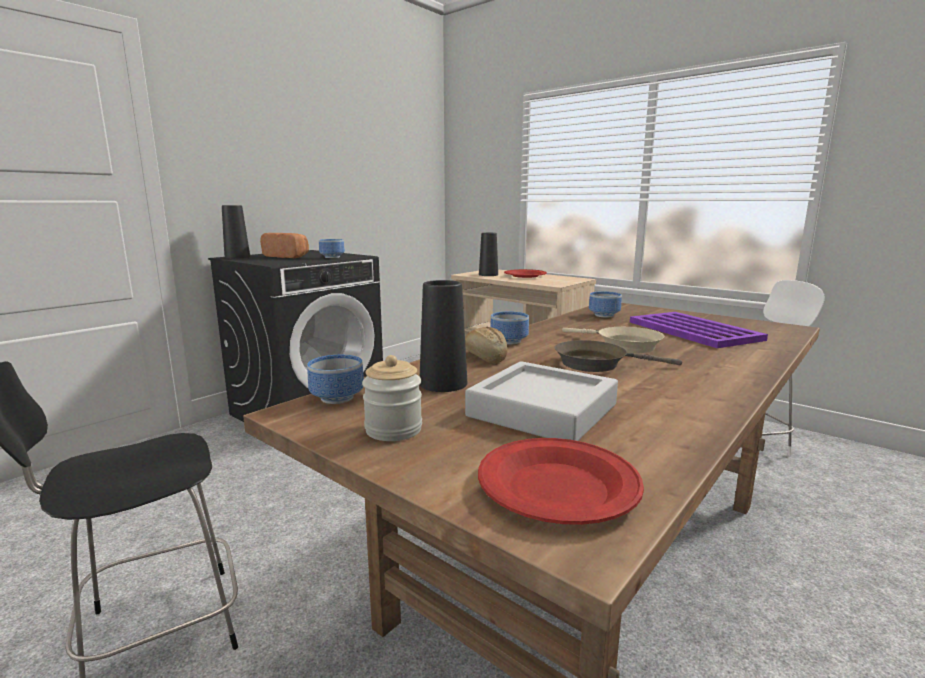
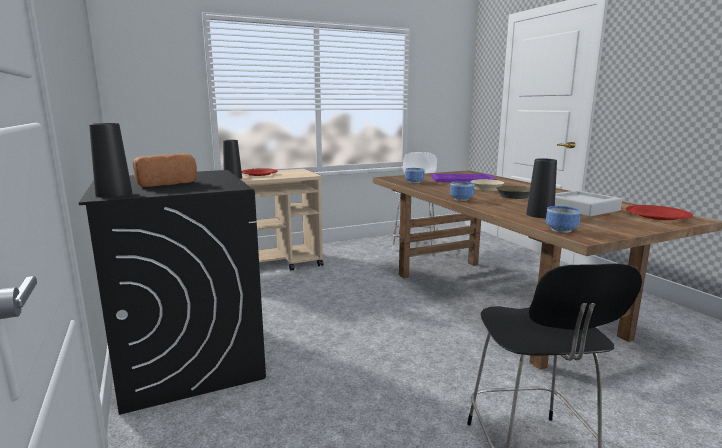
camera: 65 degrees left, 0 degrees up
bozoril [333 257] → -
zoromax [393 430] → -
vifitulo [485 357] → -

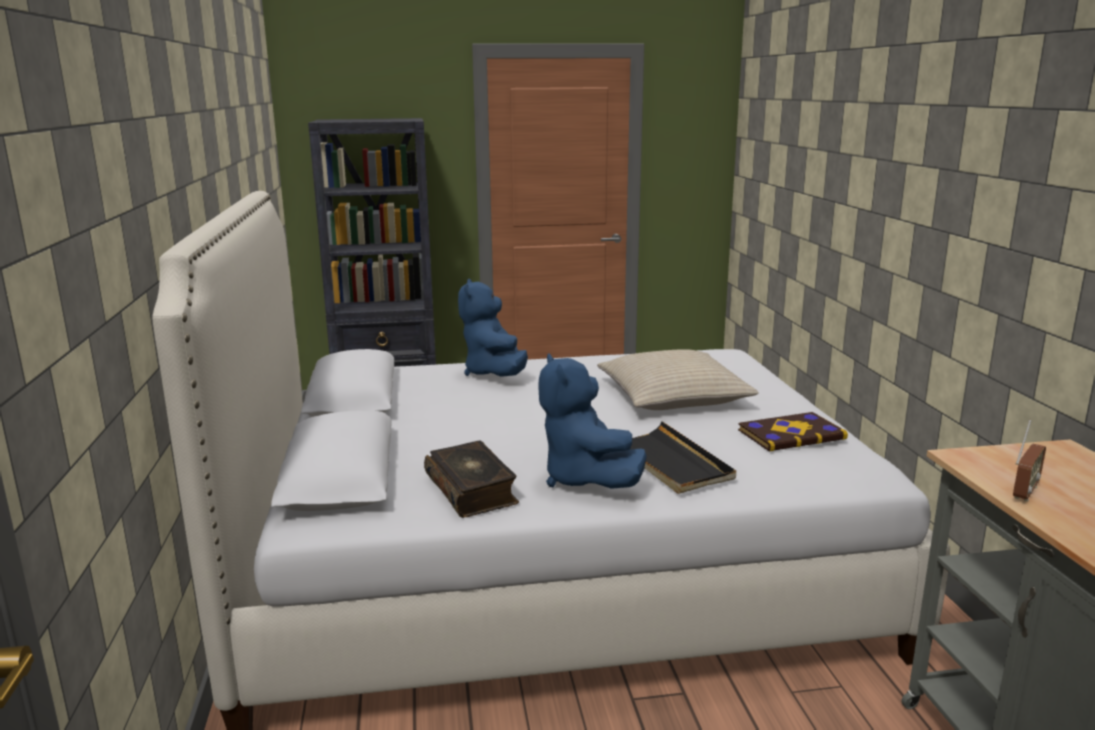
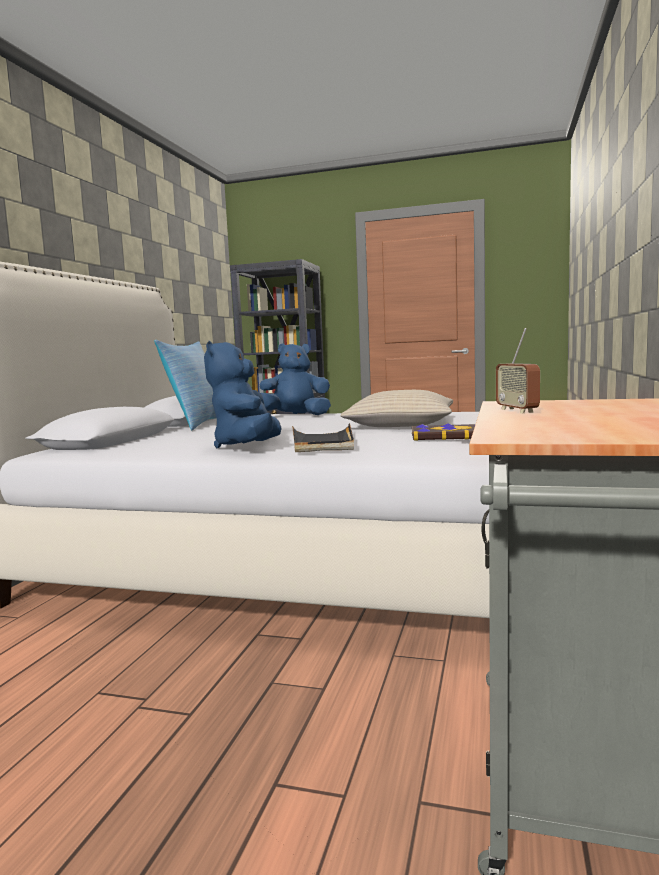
camera: 25 degrees right, 10 degrees down
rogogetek [472 490] → -
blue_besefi [494 373] → blue_besefi [295 416], 75 degrees clockwise
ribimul [1024 492] → ribimul [517 411], 105 degrees clockwise
- → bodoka [197 424]

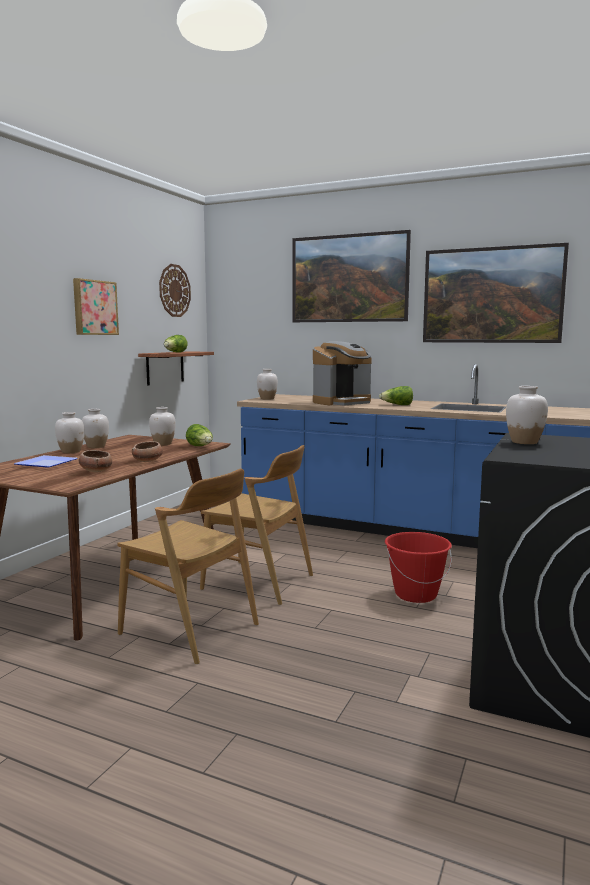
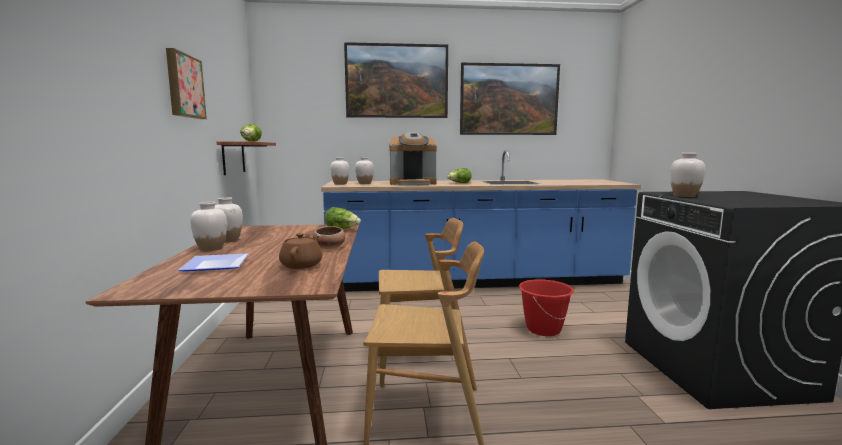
camera: 30 degrees left, 0 degrees up
bozoril [96 471] → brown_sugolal [301 265]
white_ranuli [163 444] → white_ranuli [365 183], relocated
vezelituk [174 290] → -
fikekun [342 402] → fikekun [413 183], 60 degrees clockwise

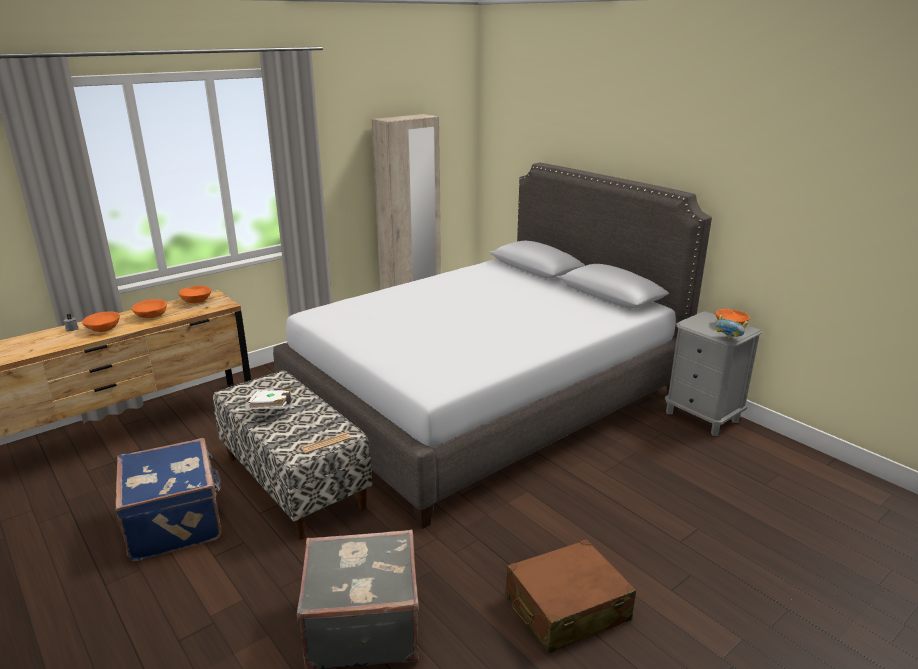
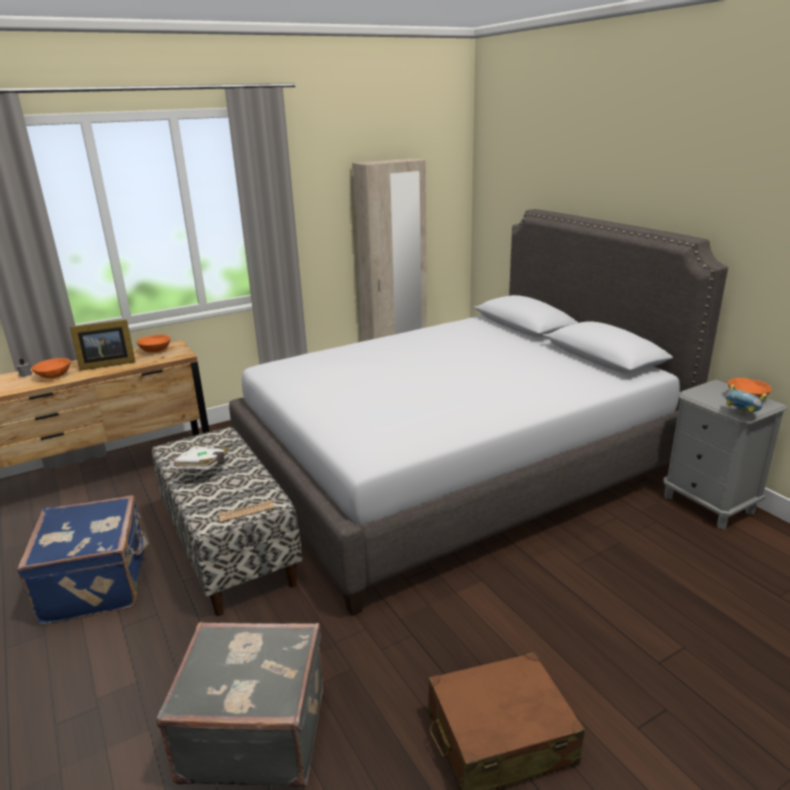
camera: 10 degrees right, 0 degrees up
orange_bozoril [151 316] → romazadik [106 364]

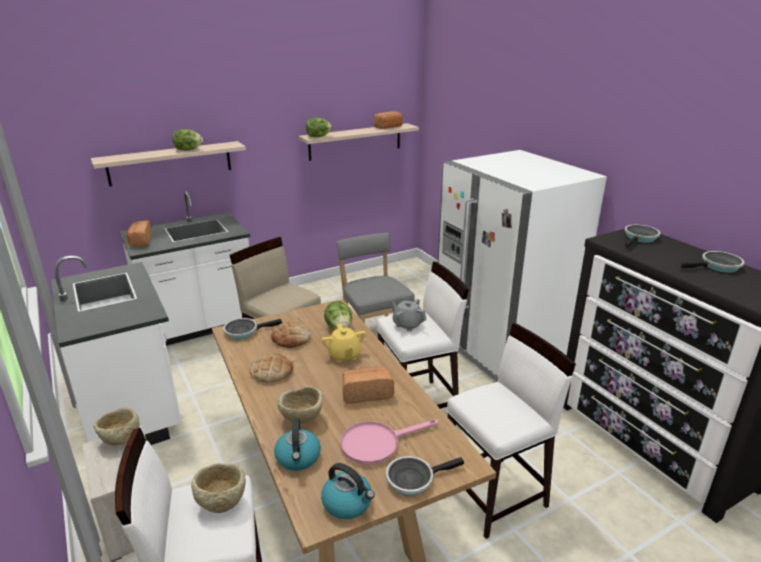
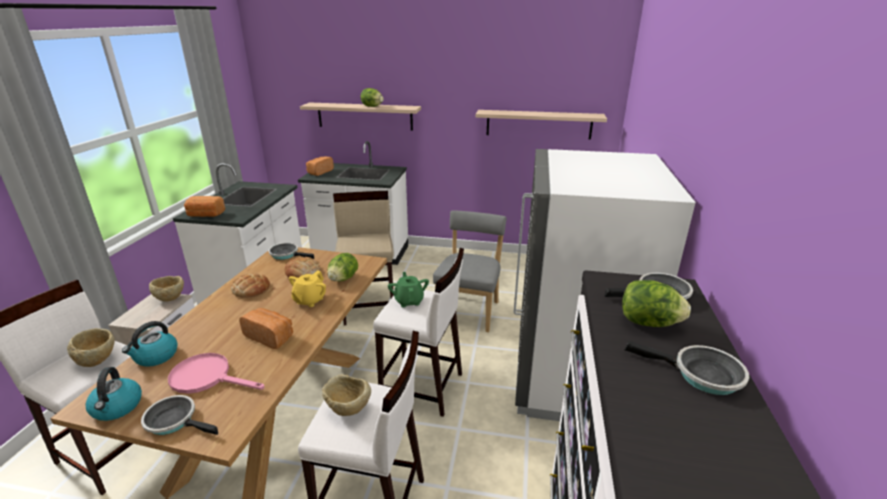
camera: 40 degrees right, 0 degrees up
beige_bozoril [302 419] → beige_bozoril [348 410], relocated
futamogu [318 137] → futamogu [648 323], relocated
vifitulo [389 127] → vifitulo [205 215], relocated
grey_sugolal [407 325] → green_sugolal [409 301]

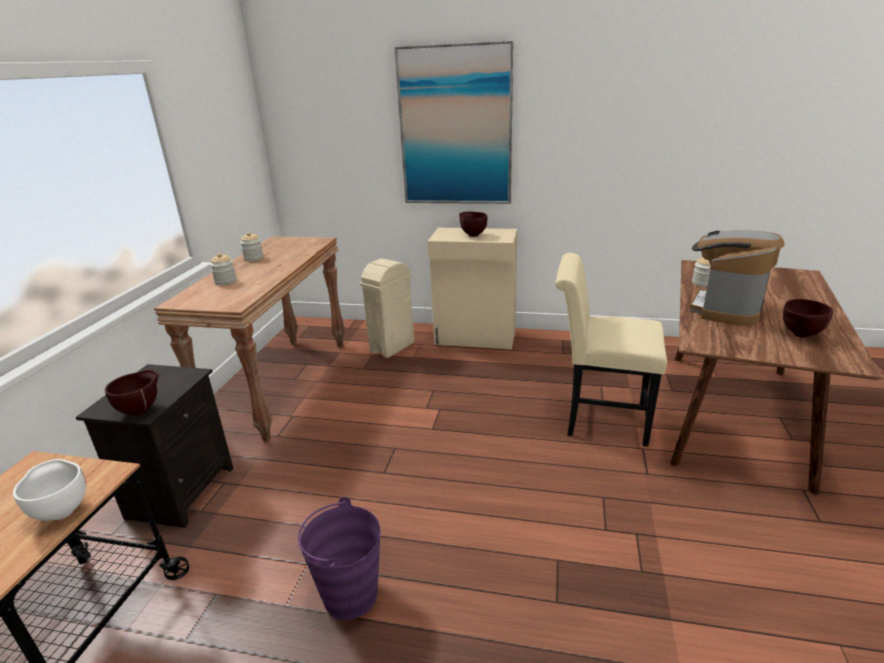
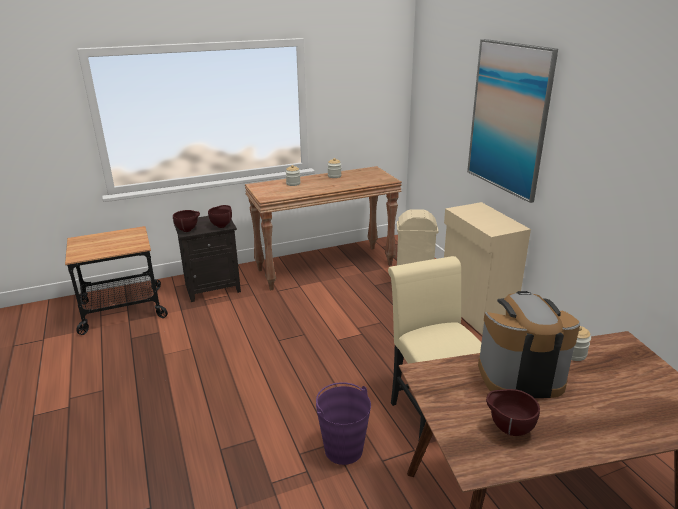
camera: 55 degrees right, 0 degrees up
white_bozoril [62 511] → -
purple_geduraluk [350 595] → purple_geduraluk [343 449], relocated
brown_bozoril [472 235] → brown_bozoril [222 225], relocated

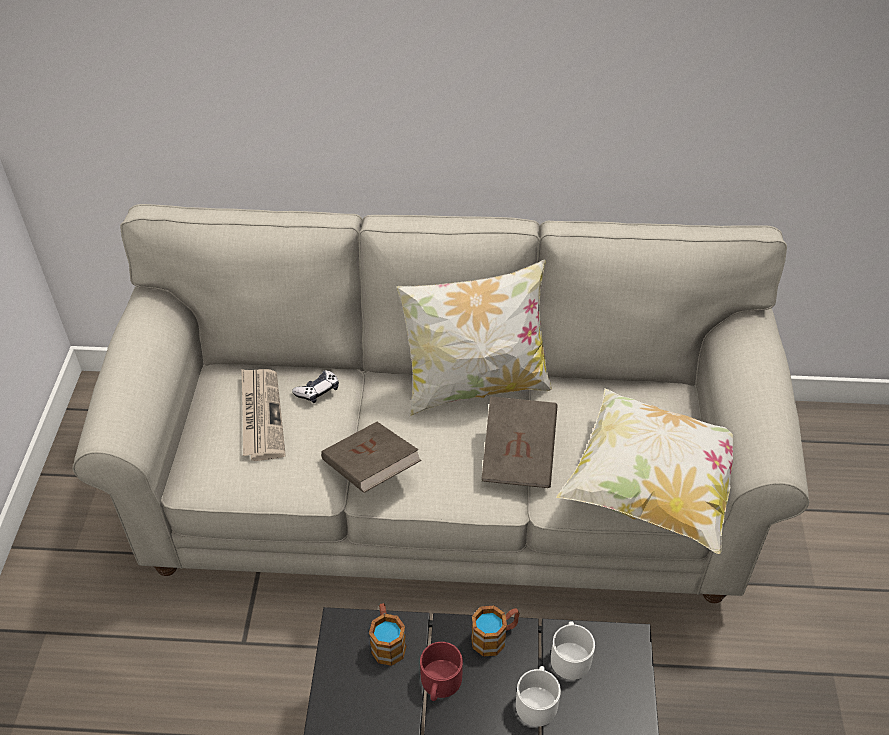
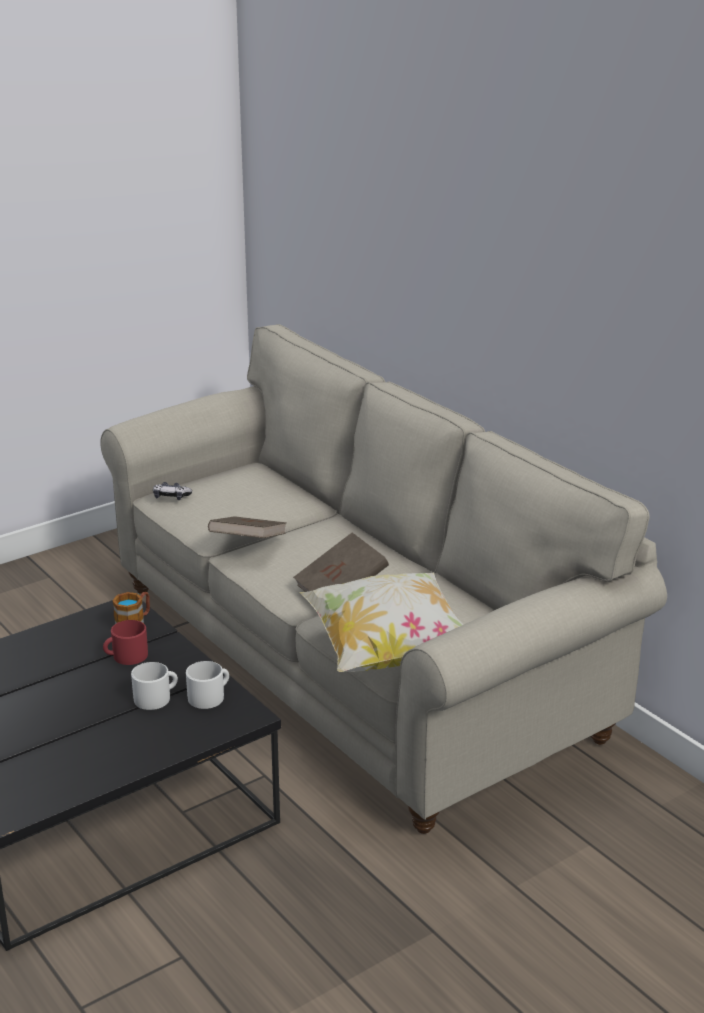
camera: 50 degrees right, 20 degrees down
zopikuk [261 415] → -
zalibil [318 391] → zalibil [171 497], relocated
bodoka [475 386] → -
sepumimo [495 637] → -

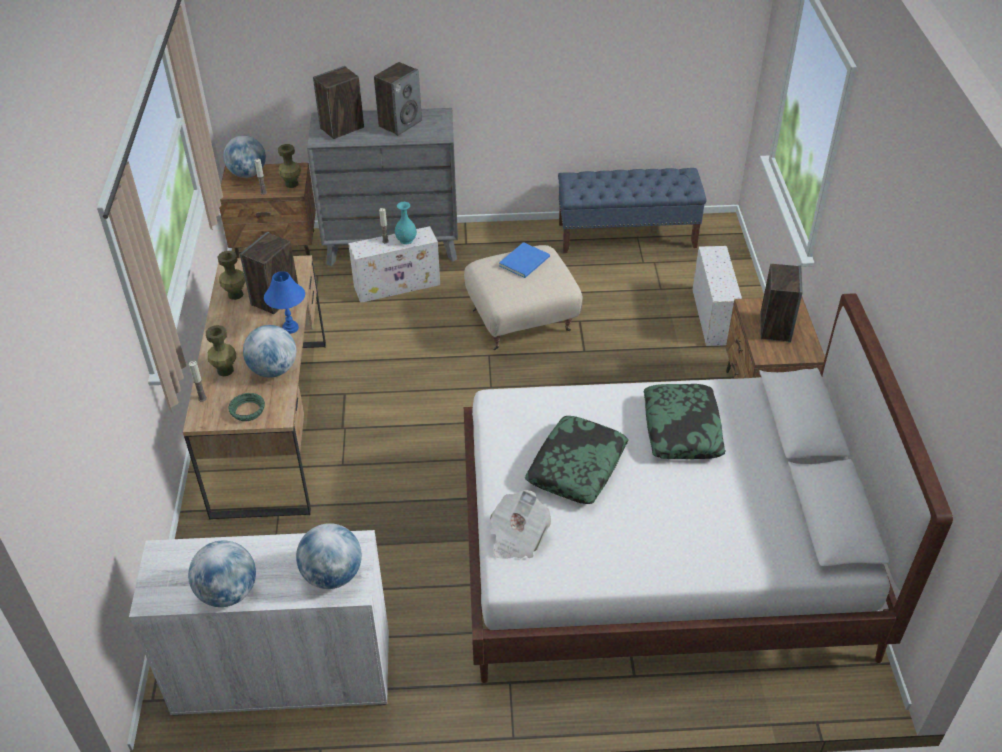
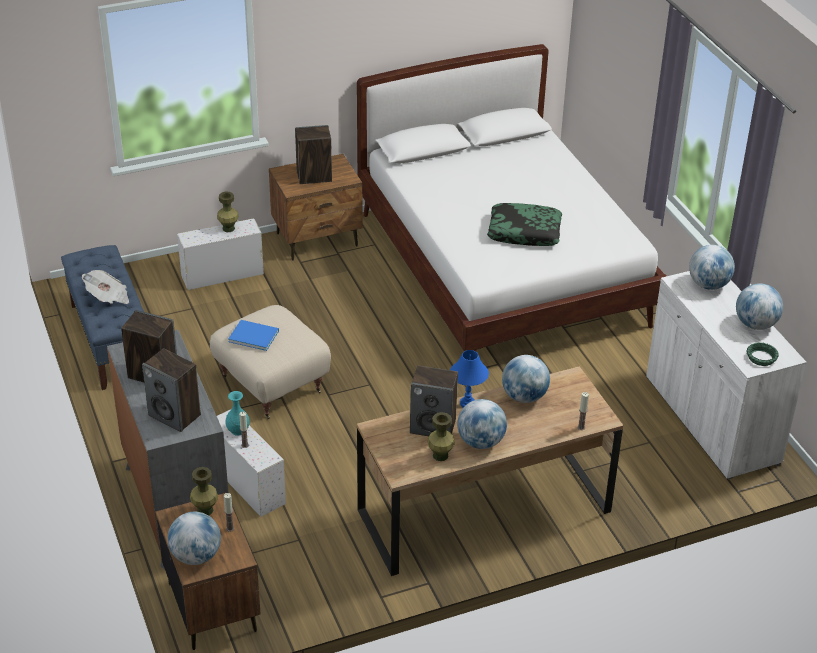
camera: 110 degrees left, 5 degrees down
green_ranuli [225 370] → green_ranuli [228 228], relocated
green_bozoril [248 410] → green_bozoril [761 357], relocated
zopikuk [517 537] → zopikuk [108 297], relocated
bodoka [682 429] → -
- → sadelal [481 442]

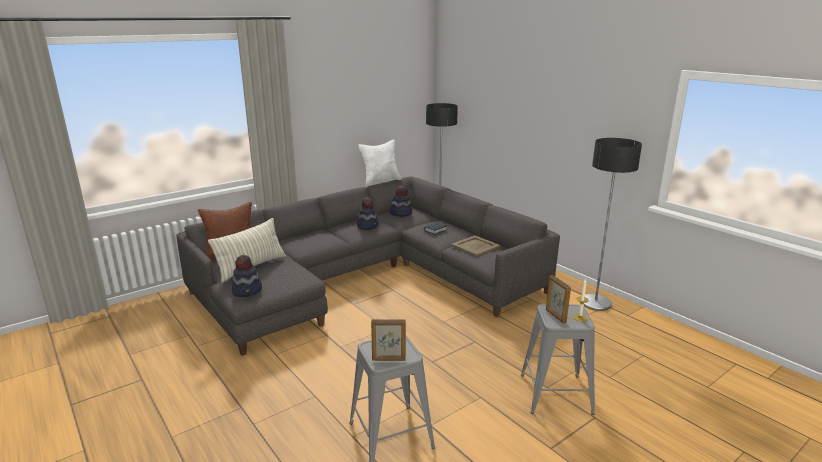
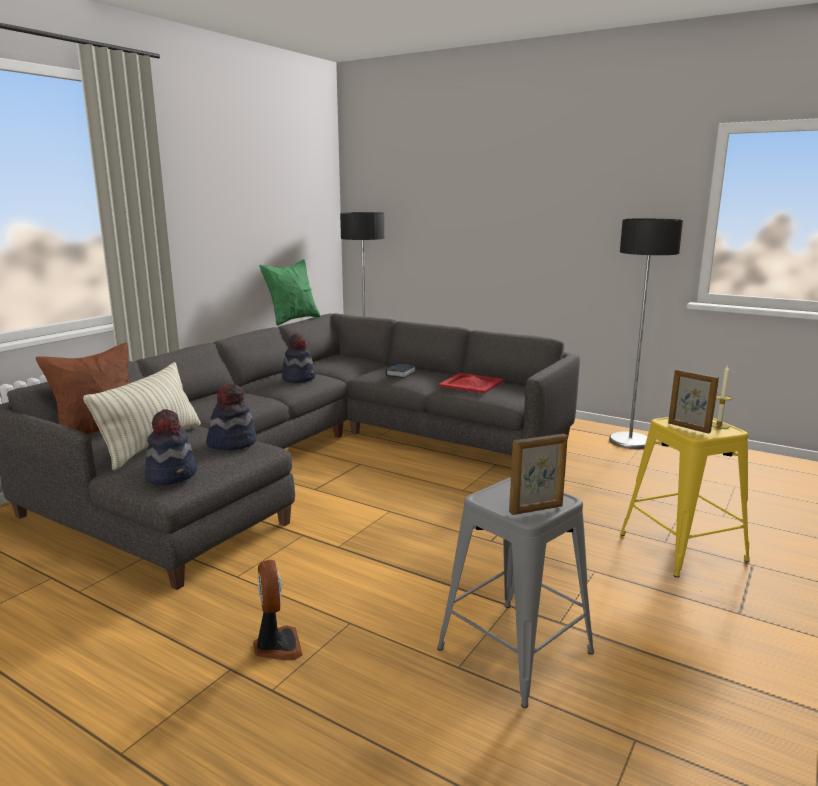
camera: 20 degrees left, 5 degrees down
white_bodoka [380 181] → green_bodoka [292 320]
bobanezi [401 213] → bobanezi [232 443], relocated
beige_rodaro [475 246] → red_rodaro [471 384]
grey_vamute [555 394] → yellow_vamute [681 547]
- → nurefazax [276 646]

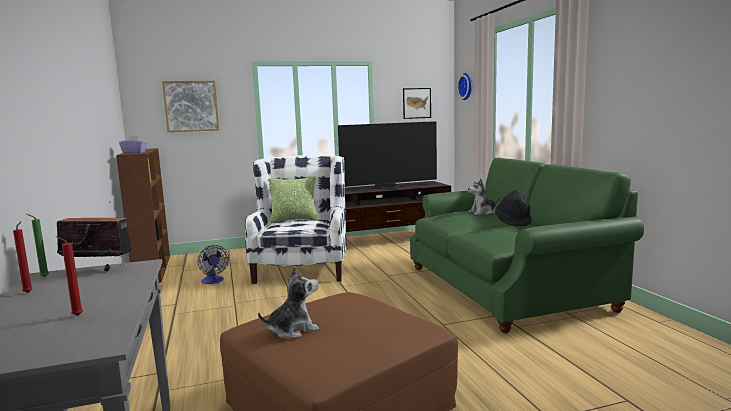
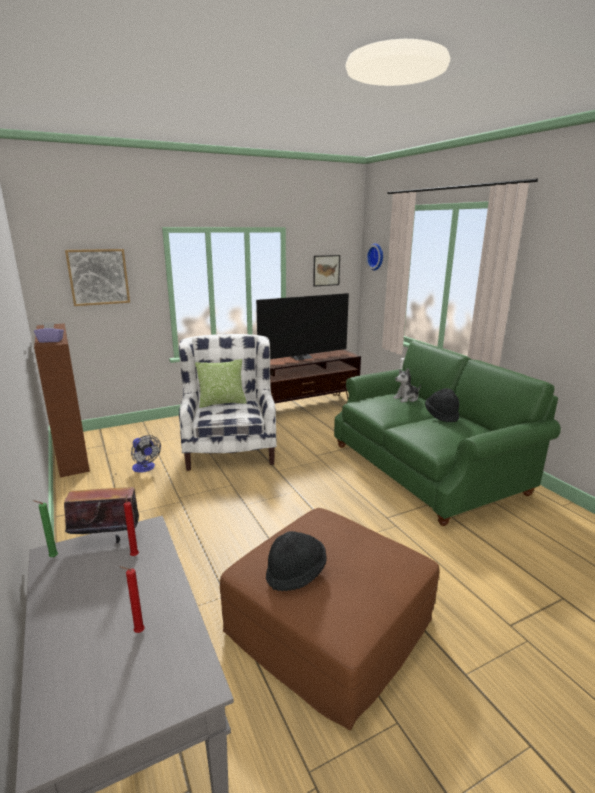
camera: 10 degrees left, 10 degrees up
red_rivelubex [29 292] → red_rivelubex [135 555], relocated
besefi [292 330] → black_bobanezi [296 573]

